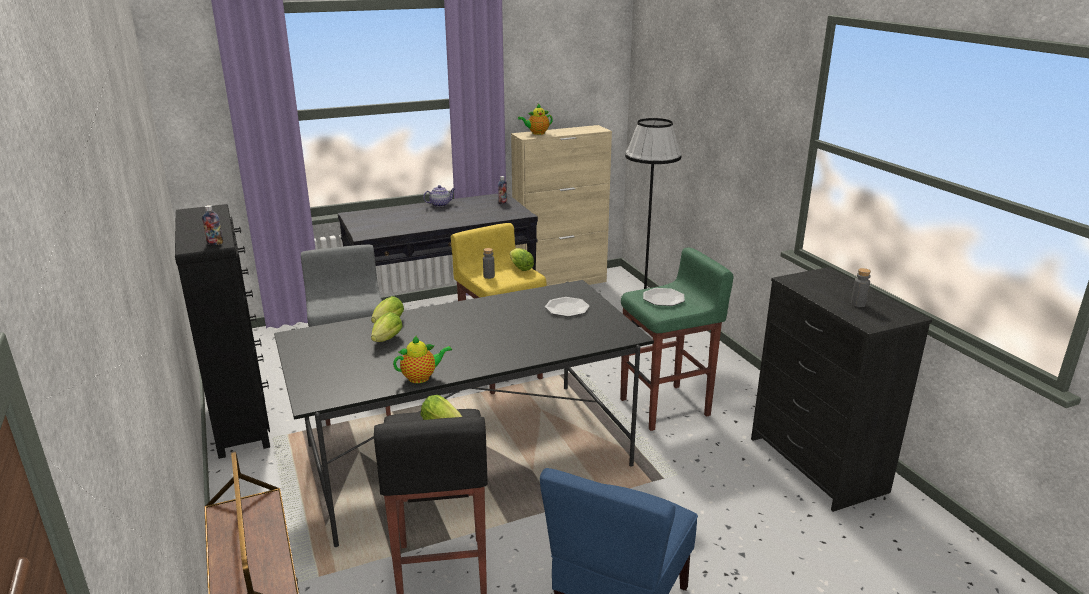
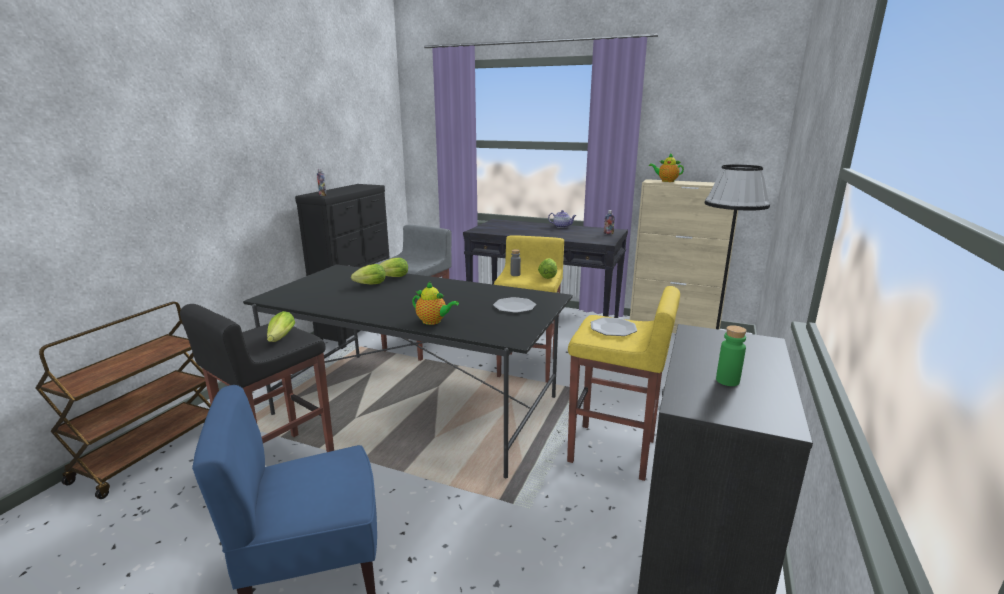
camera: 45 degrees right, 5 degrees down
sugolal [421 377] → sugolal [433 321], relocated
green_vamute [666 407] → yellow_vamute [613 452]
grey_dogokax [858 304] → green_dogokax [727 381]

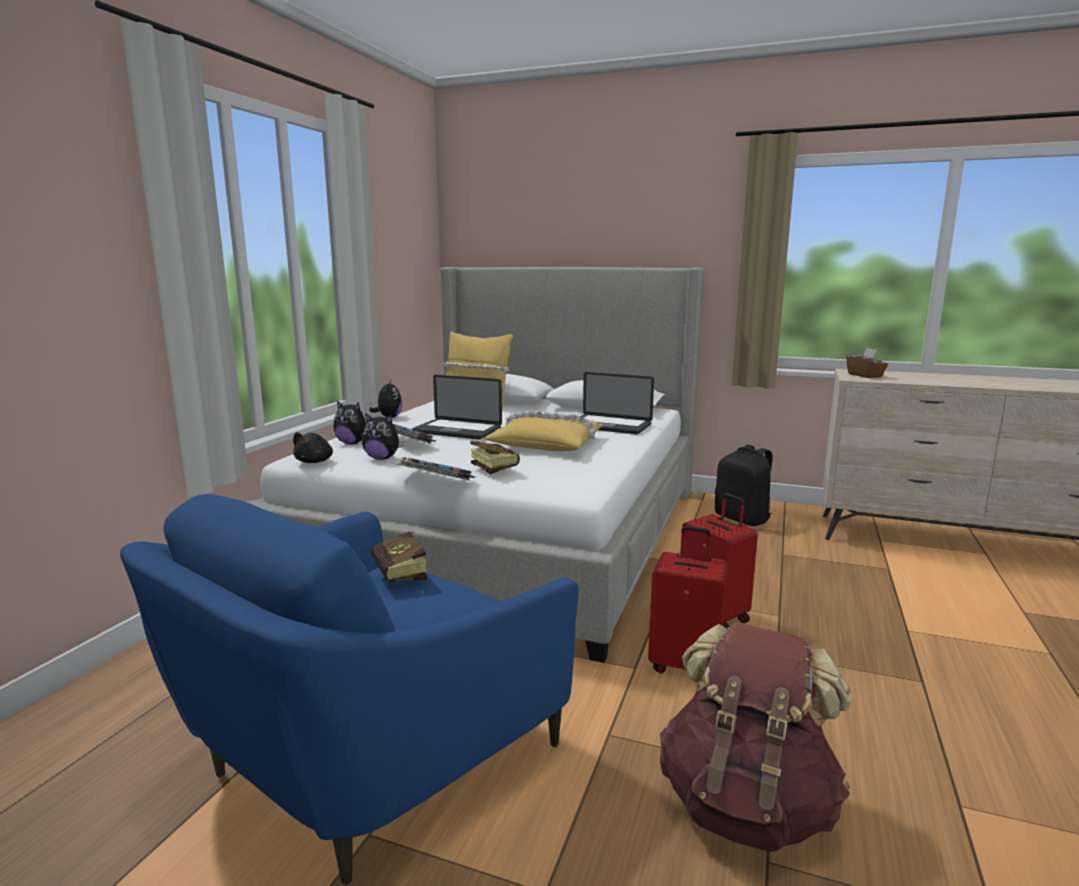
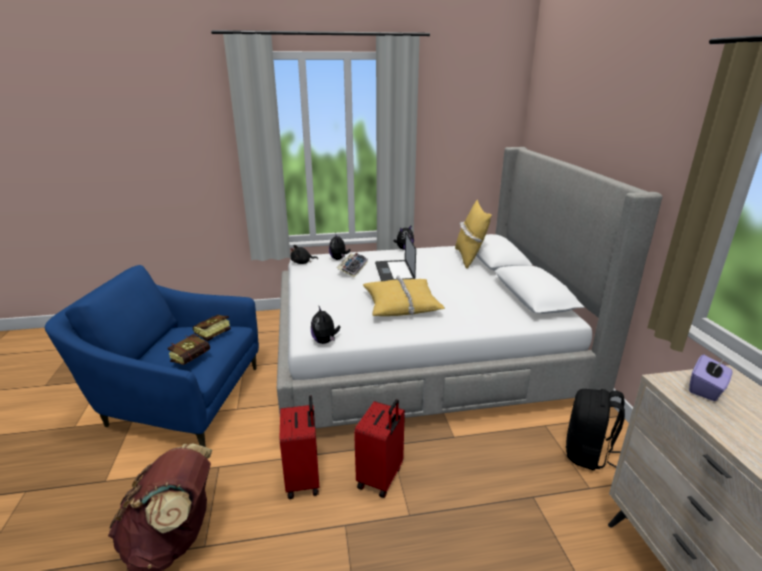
camera: 60 degrees right, 10 degrees up
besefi [382 458] → besefi [325 341], relocated
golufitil [432 479] → -
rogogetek [491 469] → rogogetek [194 357], relocated
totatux [609 426] → -
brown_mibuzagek [865 375] → purple_mibuzagek [706 389]

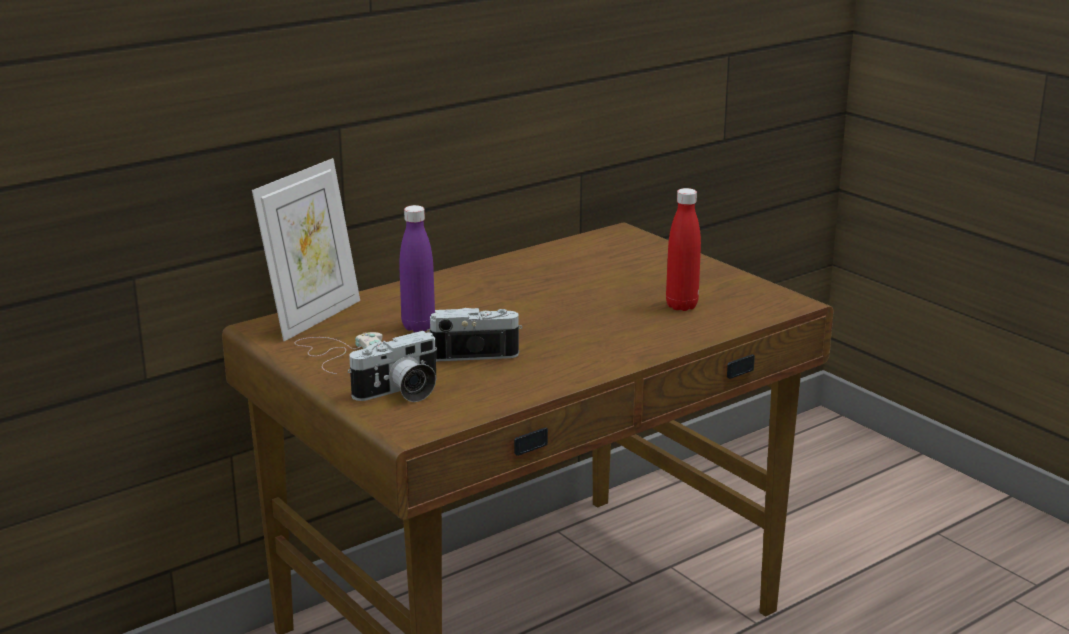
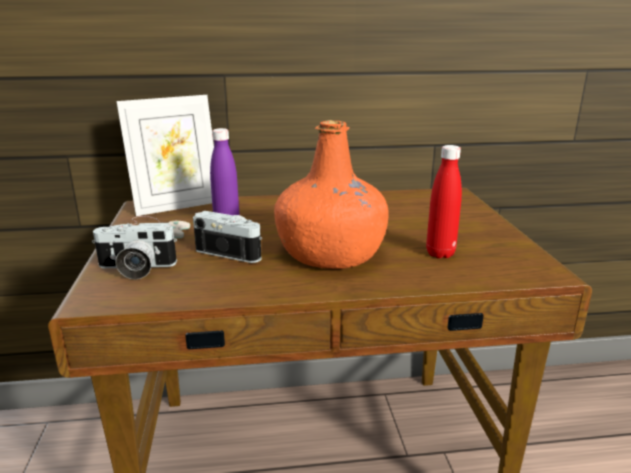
camera: 30 degrees right, 0 degrees up
- → orange_dogokax [332 253]

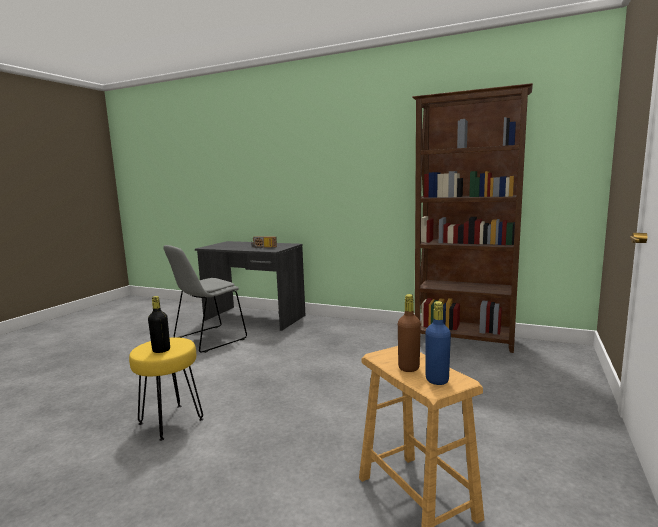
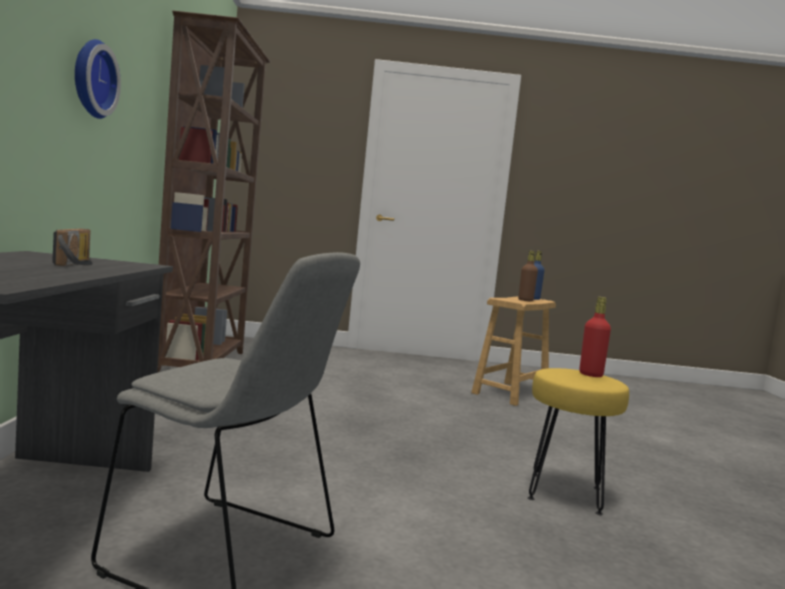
camera: 115 degrees left, 5 degrees down
black_dogokax [161 350] → red_dogokax [590 375]
- → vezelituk [91 79]

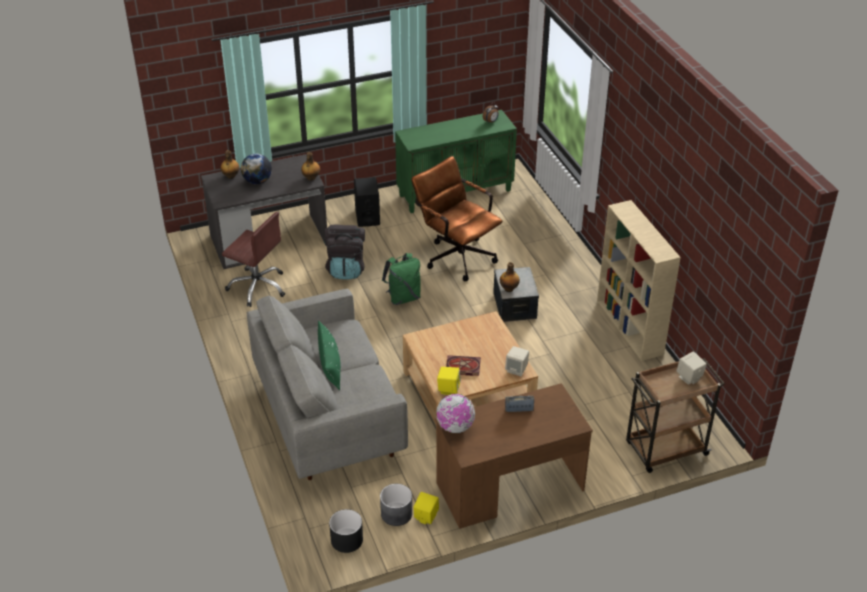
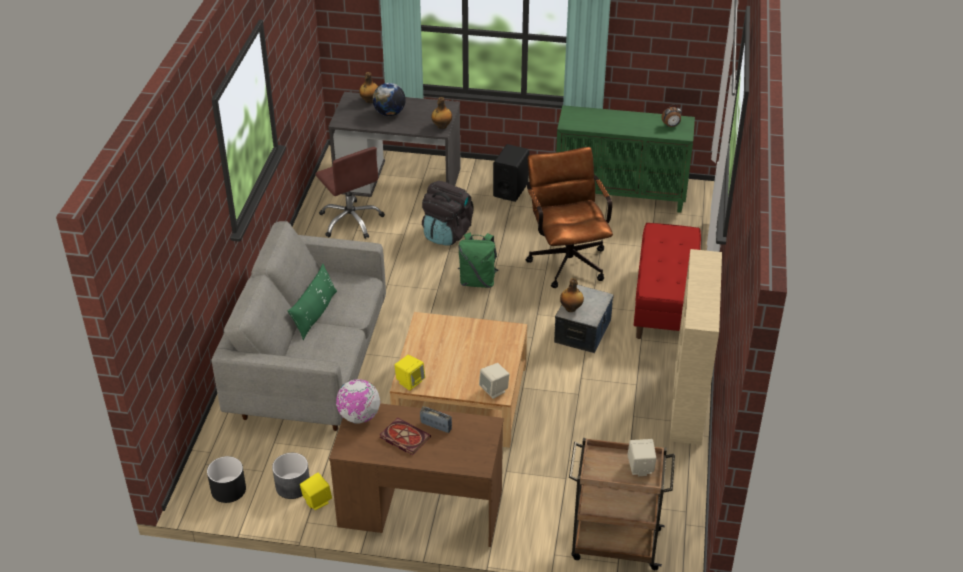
camera: 30 degrees right, 0 degrees up
rogogetek [462 367] → rogogetek [403 438], relocated
- → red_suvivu [665 304]

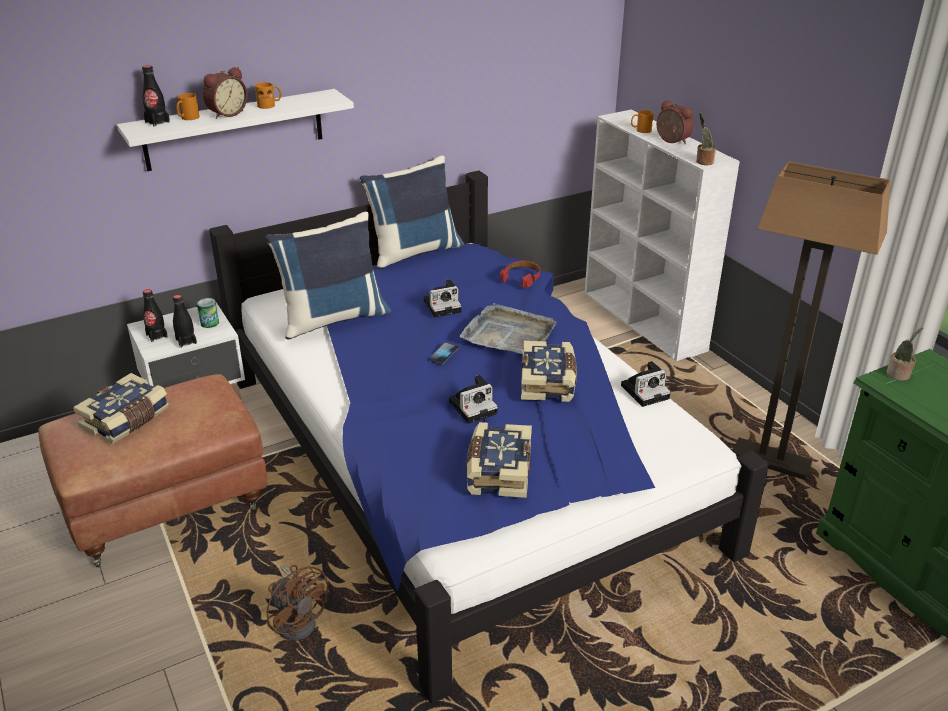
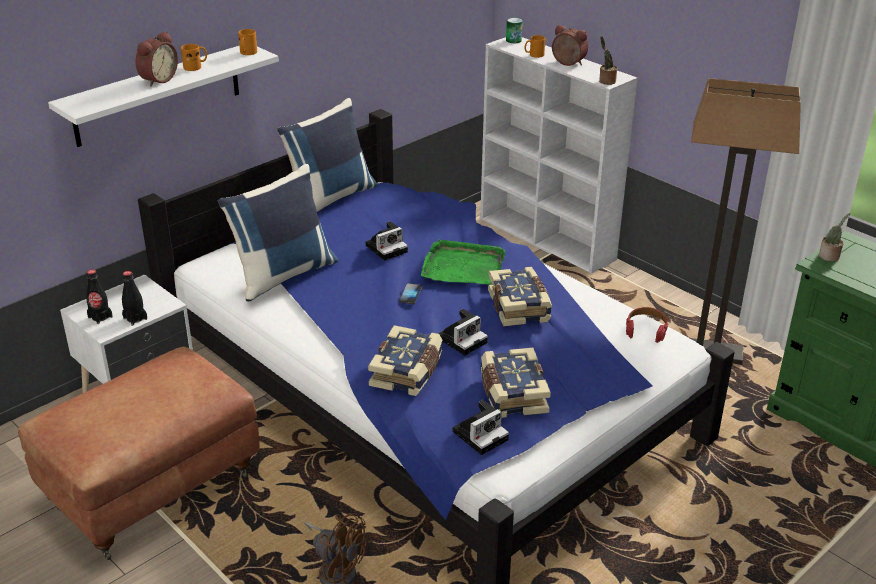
camera: 15 degrees left, 0 degrees up
rogogetek [126 420] → rogogetek [408 372], relocated
black_dogokax [157 122] → -
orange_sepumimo [188 118] → orange_sepumimo [247 53], relocated
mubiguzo [209 323] → mubiguzo [513 40], relocated
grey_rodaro [509 333] → green_rodaro [463 266]
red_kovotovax [521 278] → red_kovotovax [646 329], relocated
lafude [646 391] → lafude [481 434], relocated

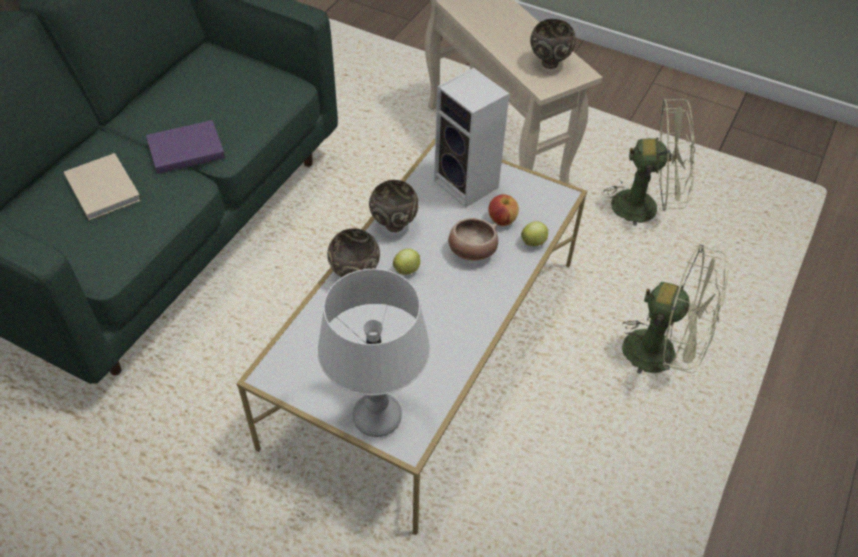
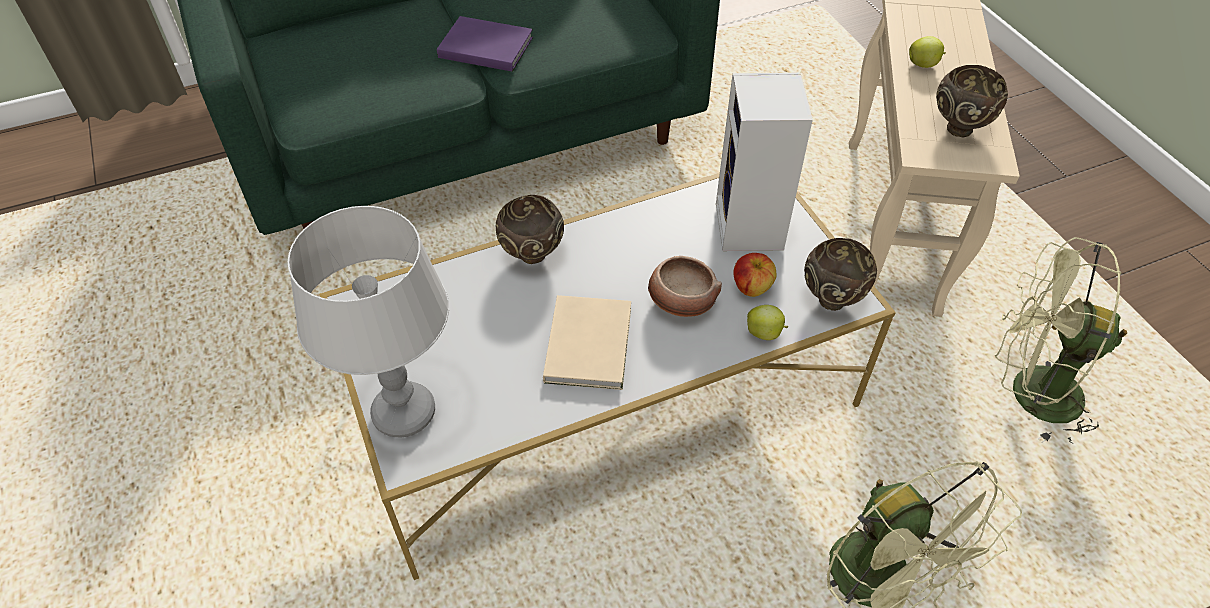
camera: 40 degrees right, 0 degrees up
beige_rogogetek [104 187] → beige_rogogetek [590 342], relocated
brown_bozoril [394 224] → brown_bozoril [831 299], relocated
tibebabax [407 269] → tibebabax [923 65], relocated
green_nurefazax [645 207] → green_nurefazax [1029 394], 150 degrees clockwise

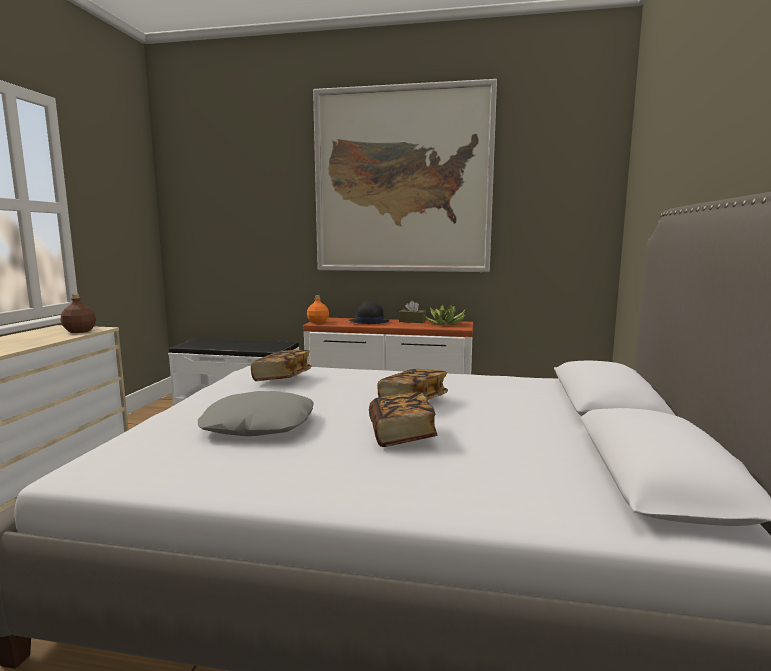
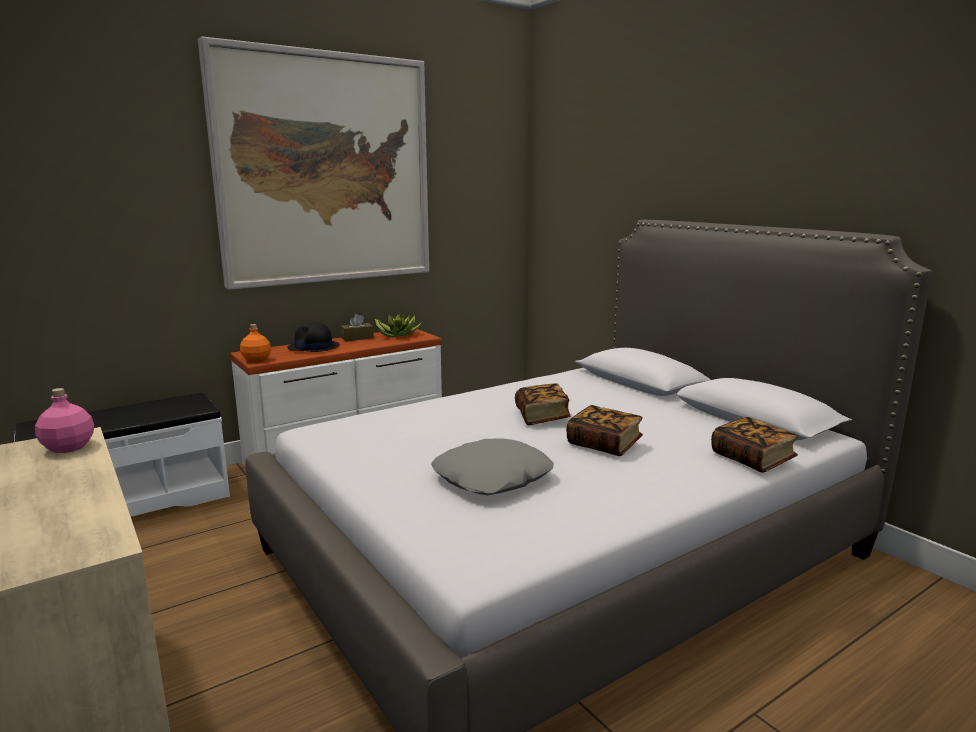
camera: 45 degrees left, 5 degrees up
brown_dogokax [79 331] → pink_dogokax [68 447]
rogogetek [282 378] → rogogetek [752 459], relocated

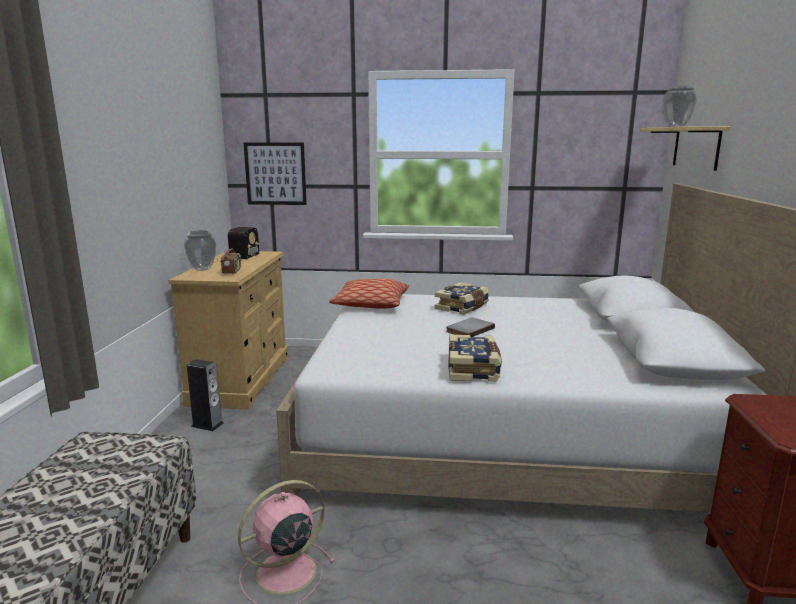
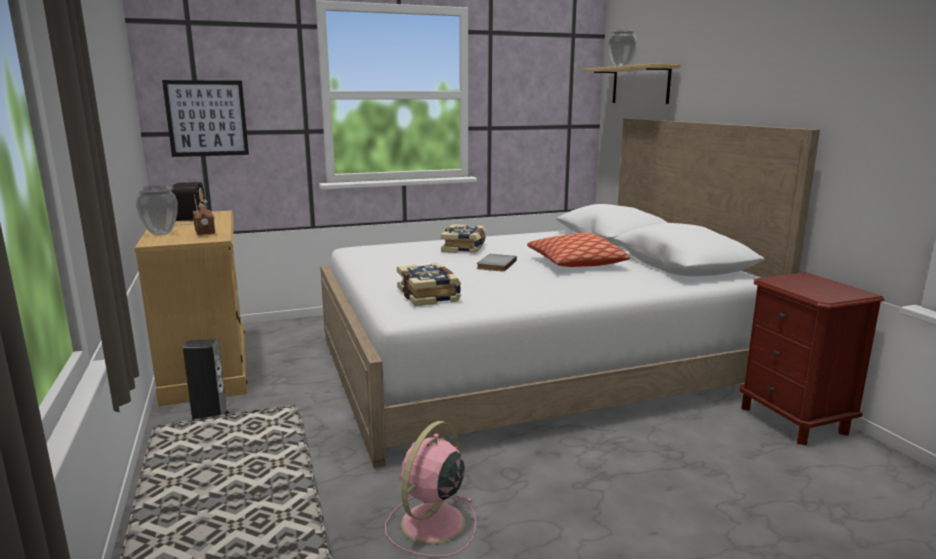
camera: 25 degrees left, 0 degrees up
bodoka [370 304] → bodoka [576 263], relocated
rogogetek [474 369] → rogogetek [429 295], relocated

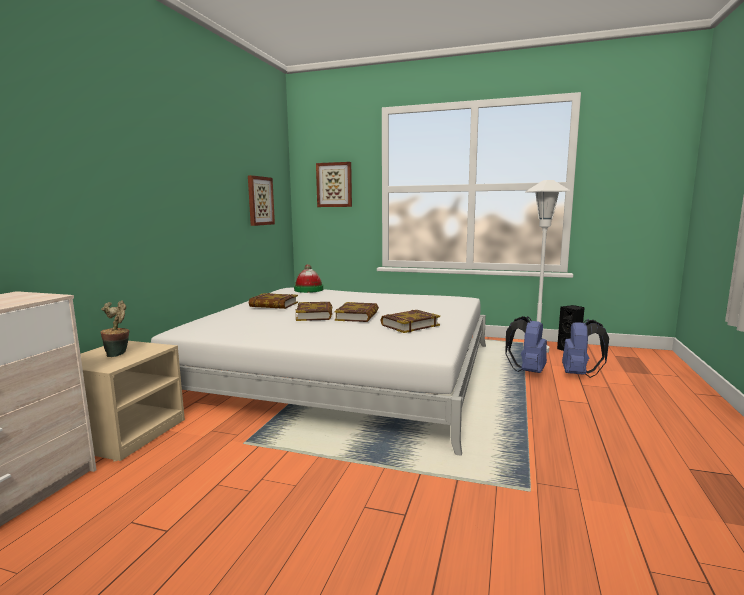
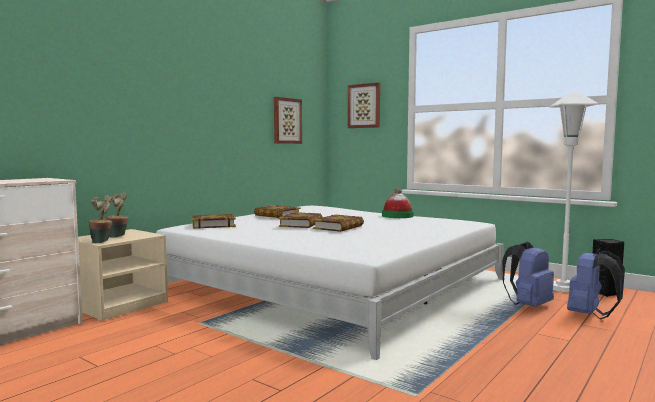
camera: 20 degrees right, 5 degrees down
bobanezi [308 289] → bobanezi [397 216], relocated
rogogetek [409 325] → rogogetek [213 225], relocated
- → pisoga [102 241]

